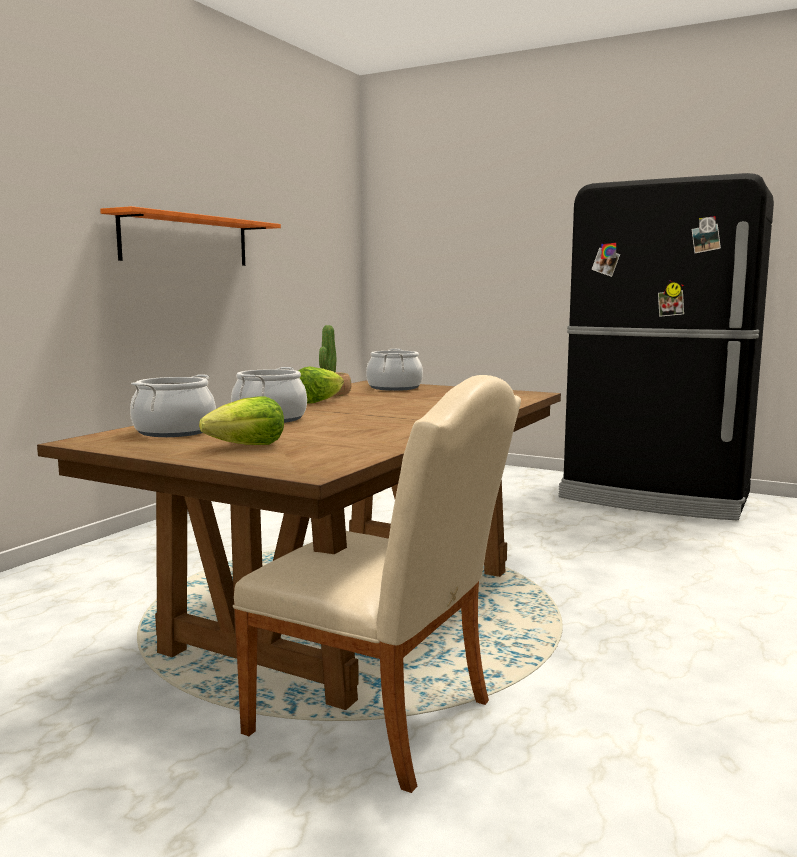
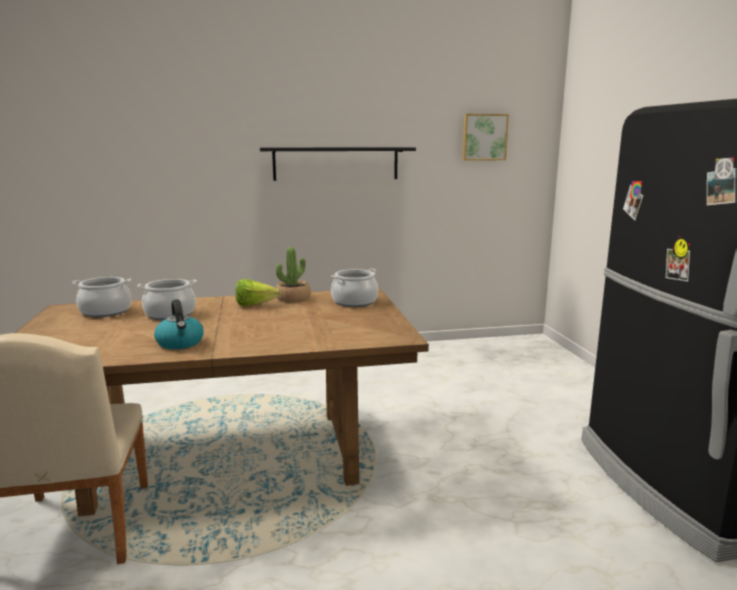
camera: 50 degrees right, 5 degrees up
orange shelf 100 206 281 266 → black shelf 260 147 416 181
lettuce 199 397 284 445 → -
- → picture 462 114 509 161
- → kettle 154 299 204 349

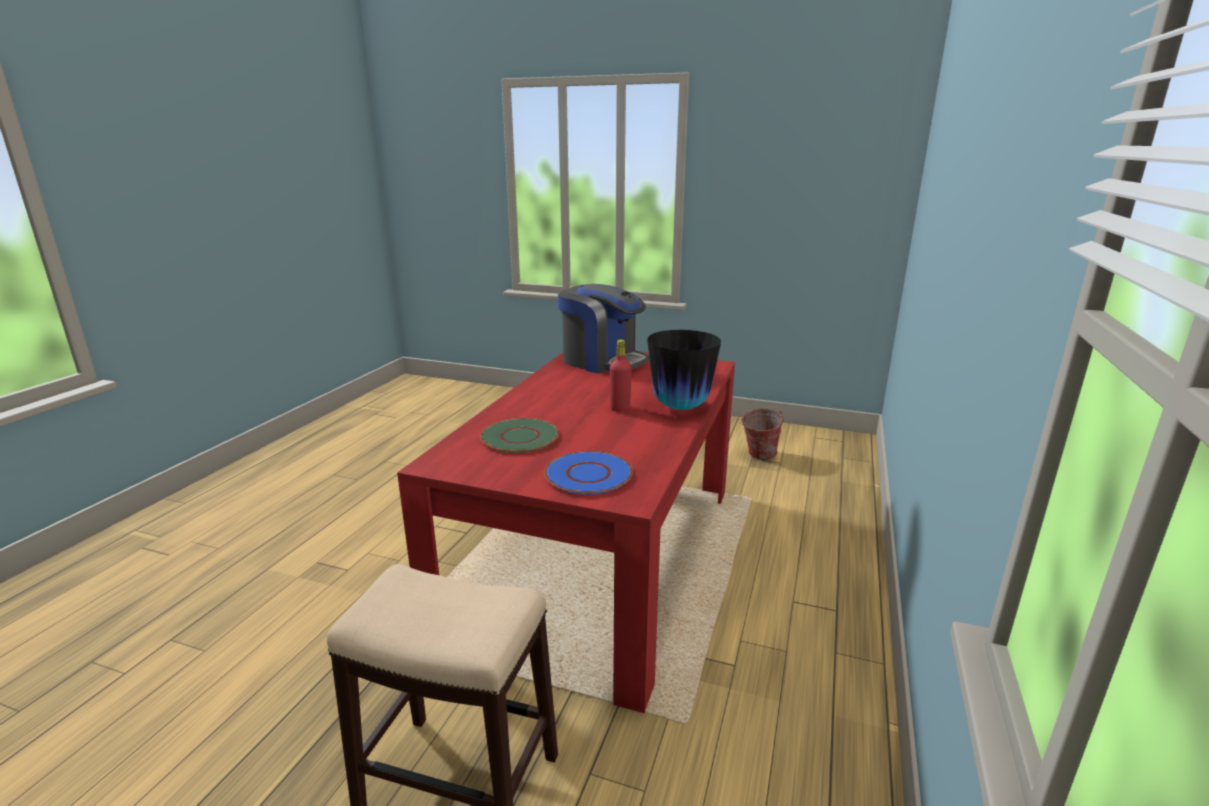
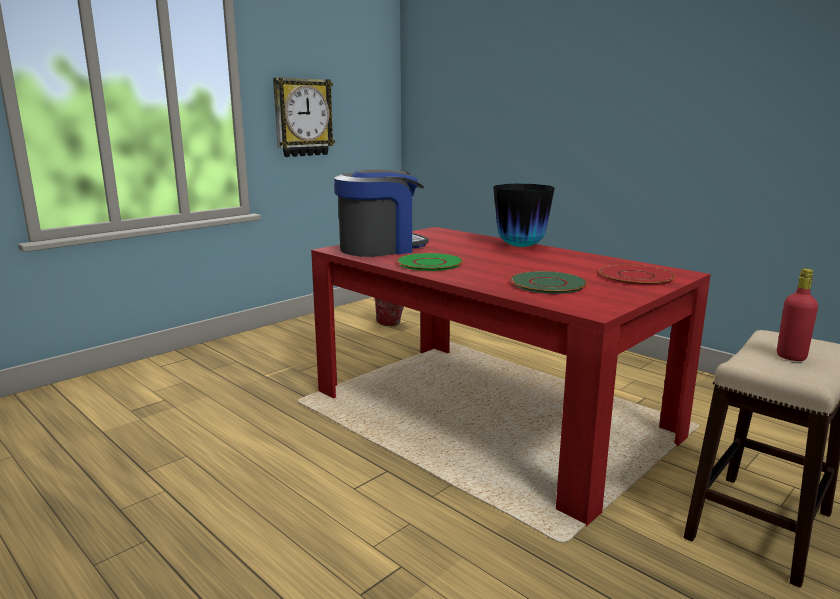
camera: 65 degrees left, 5 degrees down
red bottle 610 340 632 412 → red bottle 777 268 818 361, shifted
blue plate 544 451 633 495 → red plate 599 264 675 285
- → wall clock 273 77 335 157
- → green plate 396 253 463 271

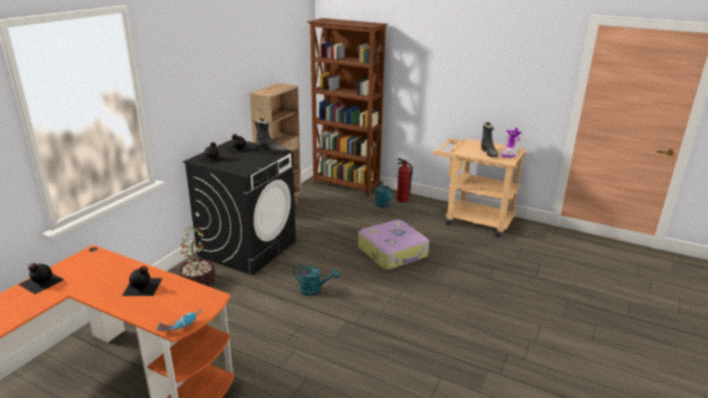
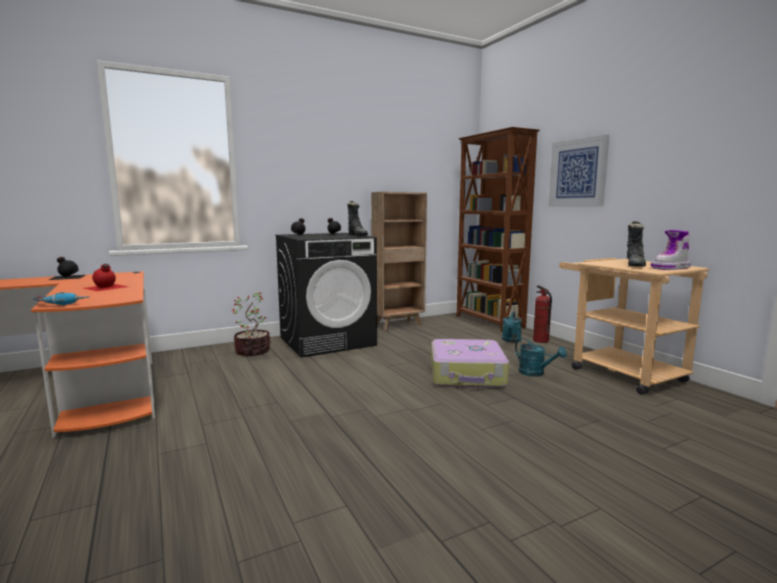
camera: 35 degrees right, 15 degrees down
turquoise watering can 293 264 339 296 → turquoise watering can 515 338 567 377, shifted
black bottle 122 266 162 296 → red bottle 83 264 129 291
- → picture 548 135 610 207

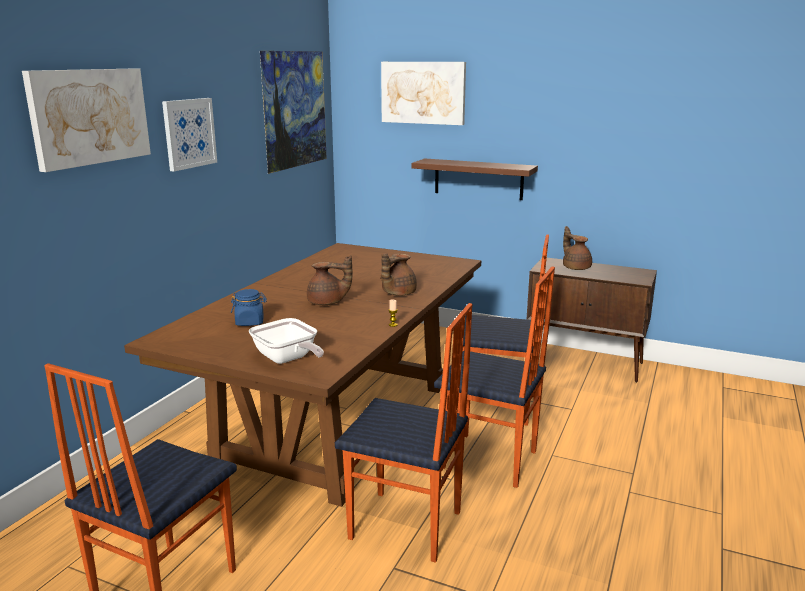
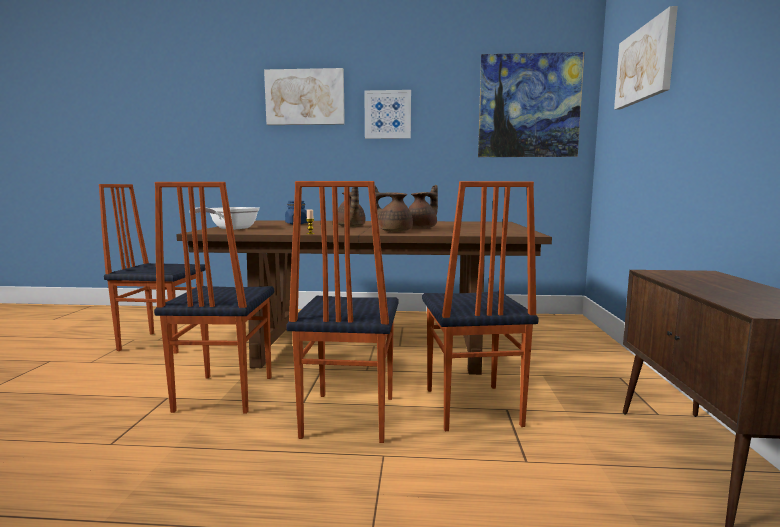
camera: 70 degrees right, 10 degrees down
shelf 412 158 538 200 → -
brown teapot 563 226 592 270 → brown teapot 409 185 438 228, shifted

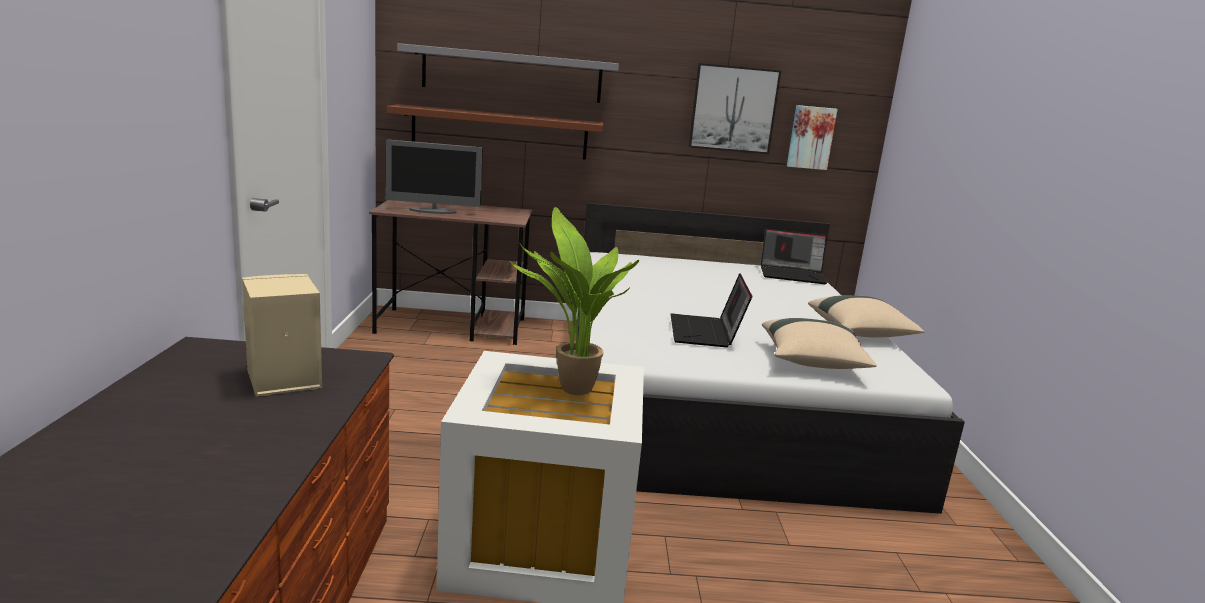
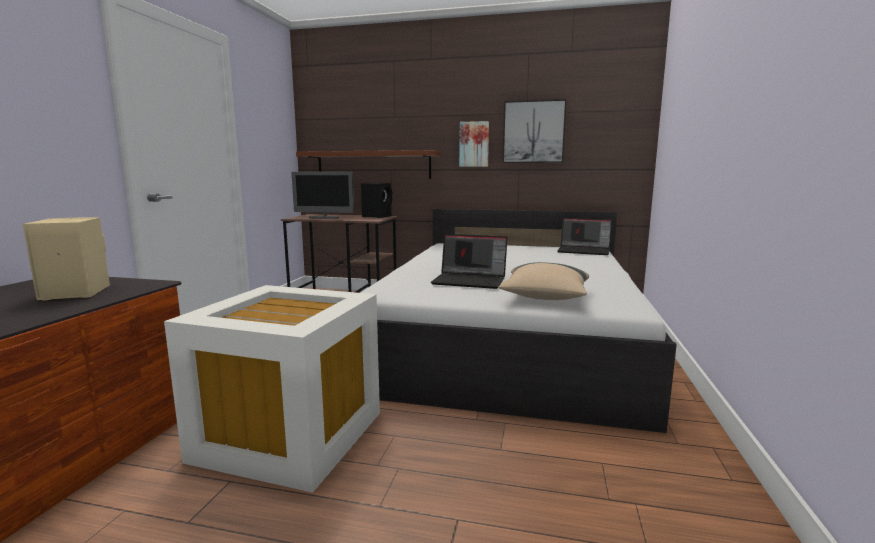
camera: 15 degrees right, 5 degrees down
grey shelf 397 43 619 103 → -
picture 787 105 838 170 → picture 459 121 489 167, shifted
potted plant 509 207 639 395 → -
laptop 671 273 752 347 → laptop 431 234 507 289, 90 degrees counterclockwise
beige pillow 808 295 925 337 → -
- → black speaker 361 183 393 218

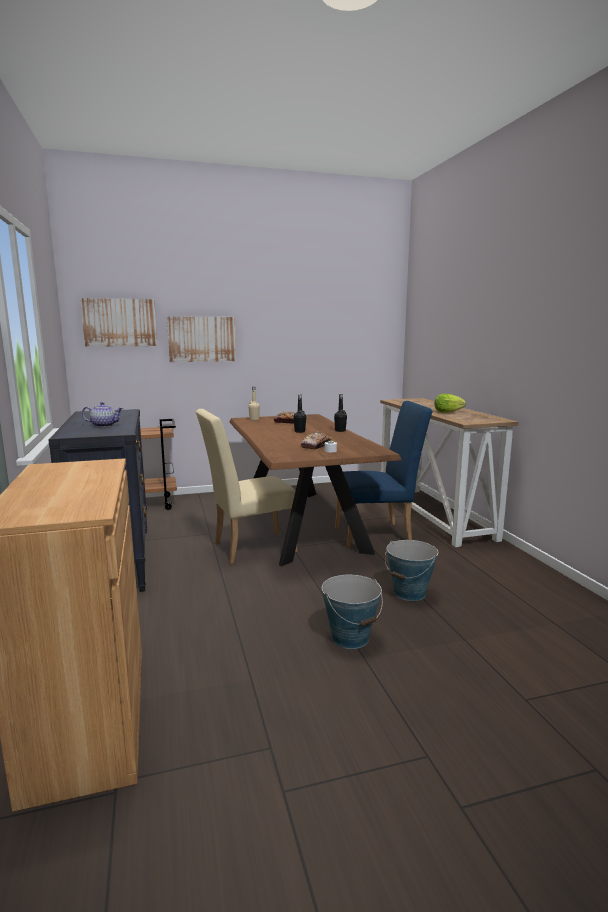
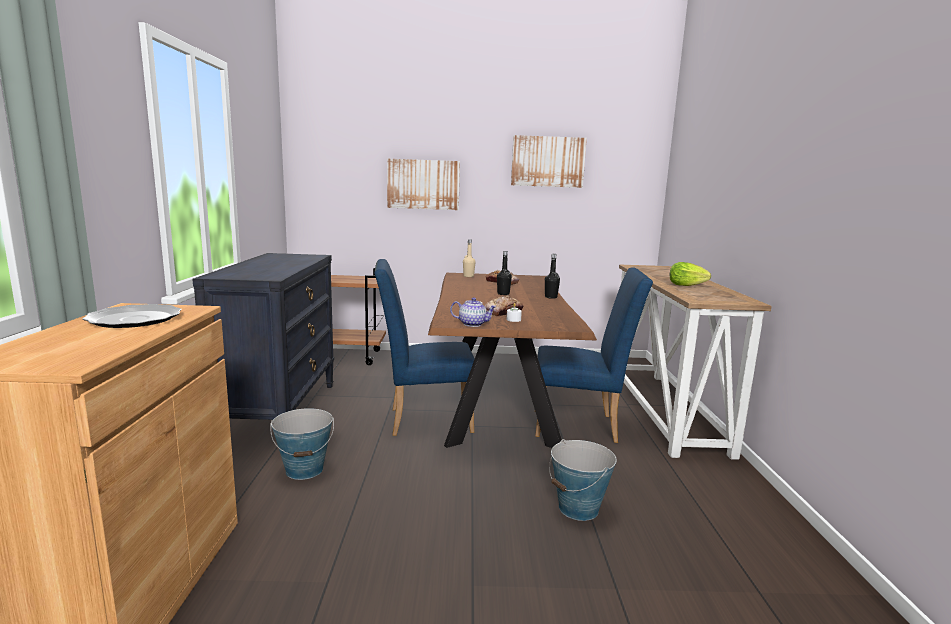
camera: 15 degrees right, 0 degrees up
picture 80 298 157 347 → picture 511 135 587 188, shifted
teapot 82 402 123 427 → teapot 450 297 497 327, shifted
beige chair 196 409 297 564 → blue chair 374 259 474 436
bucket 322 575 383 649 → bucket 270 408 334 480, shifted
- → plate 82 304 182 328

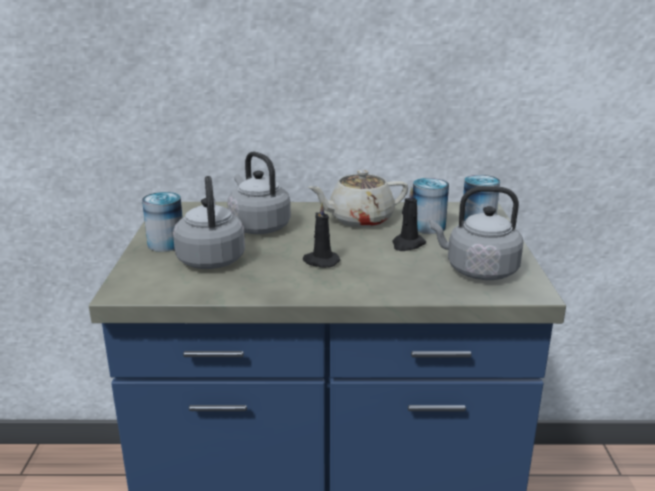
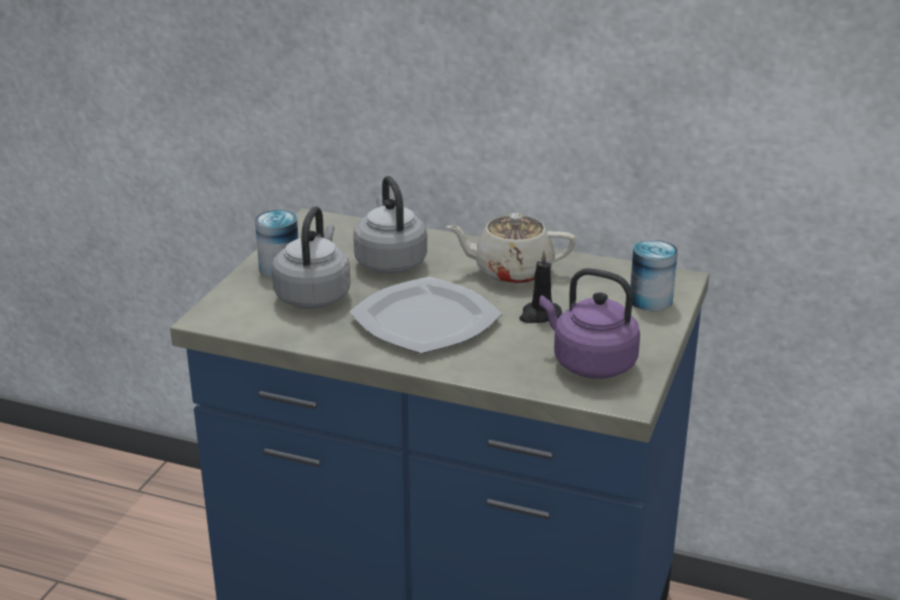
camera: 20 degrees right, 5 degrees up
can 413 178 449 234 → -
grey kettle 429 186 524 280 → purple kettle 539 268 640 379
black candle 303 202 340 268 → plate 349 277 502 354

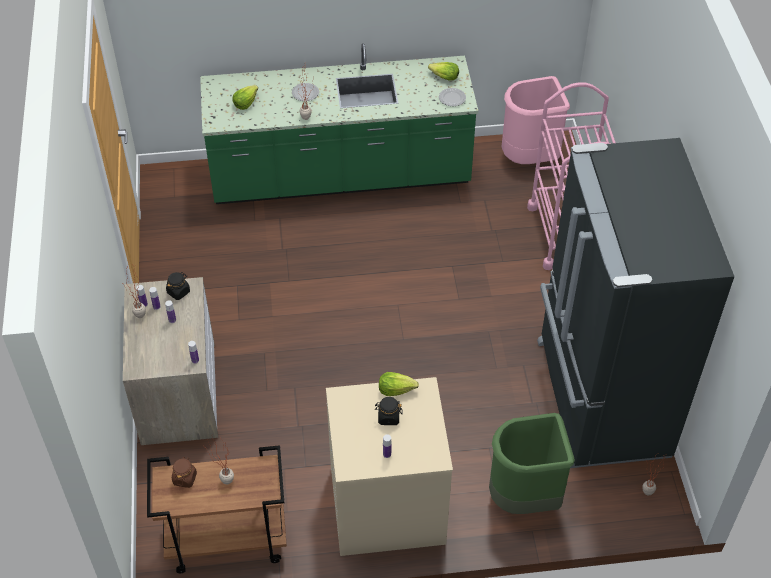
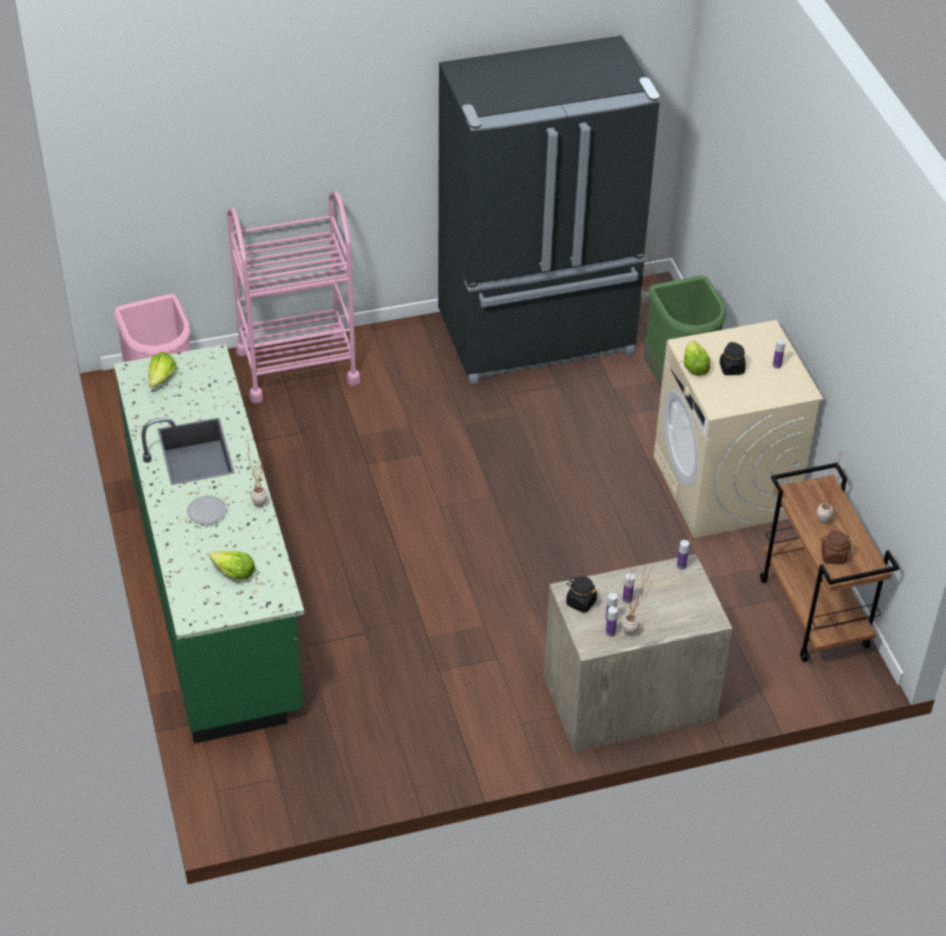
camera: 100 degrees left, 5 degrees down
plate 439 88 466 106 → -

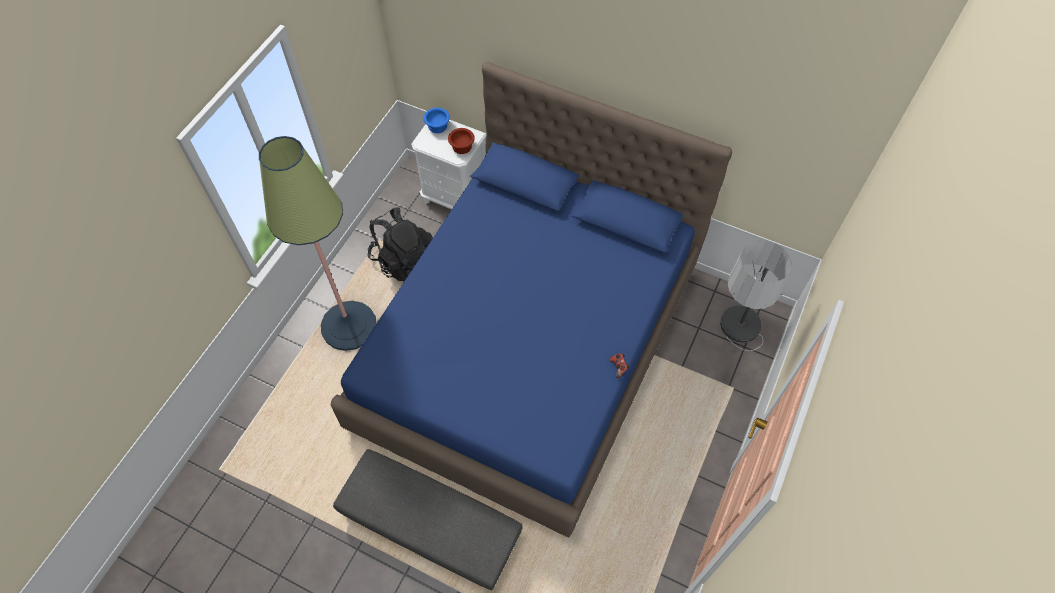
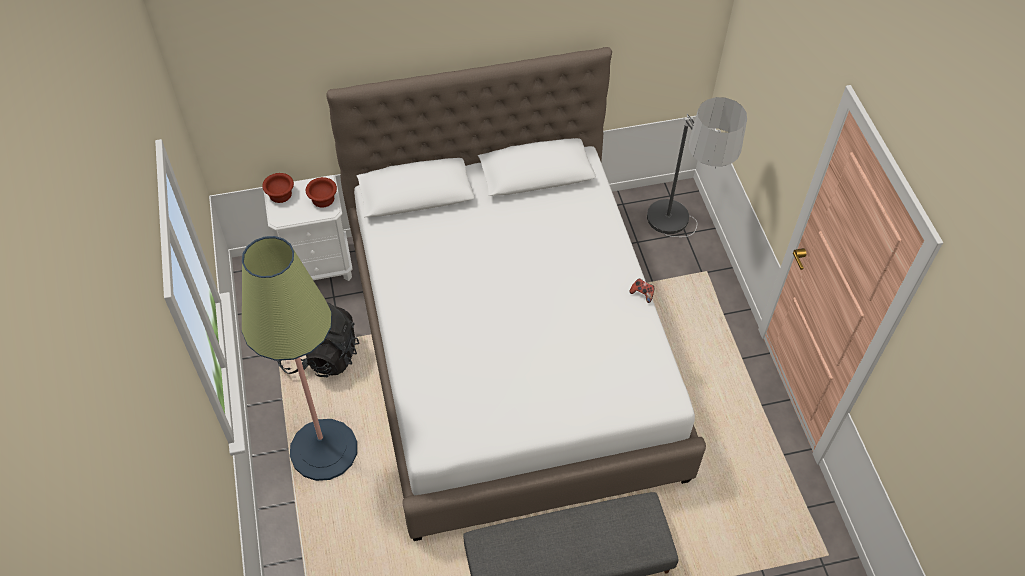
camera: 40 degrees left, 5 degrees down
blue bed 331 62 732 537 → white bed 326 47 706 541
blue bowl 424 108 450 133 → brown bowl 262 173 294 203

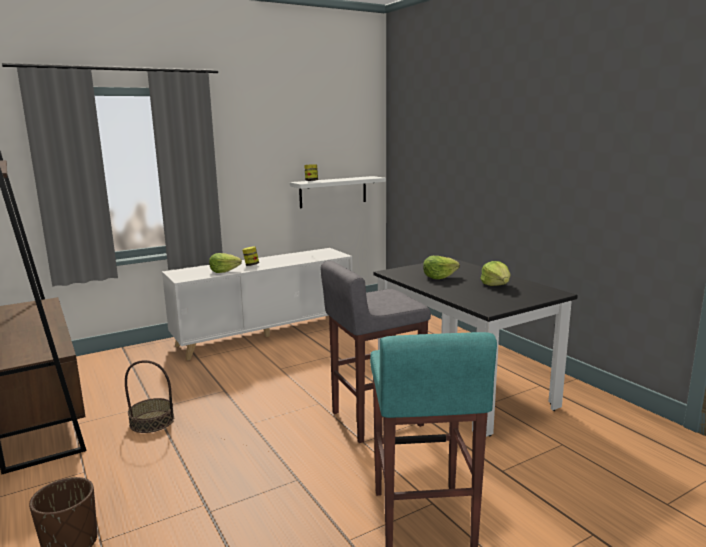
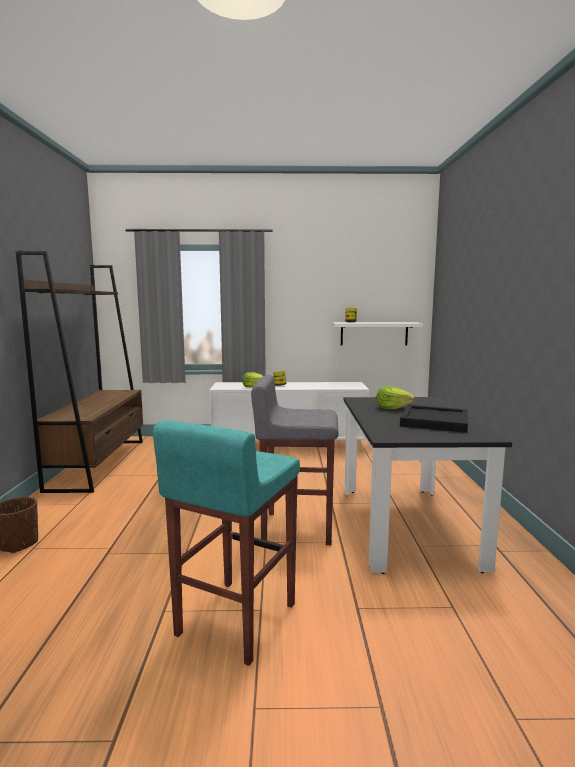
camera: 30 degrees right, 5 degrees down
lettuce 480 261 511 286 → black tray 400 405 468 433
basket 125 360 174 433 → -

